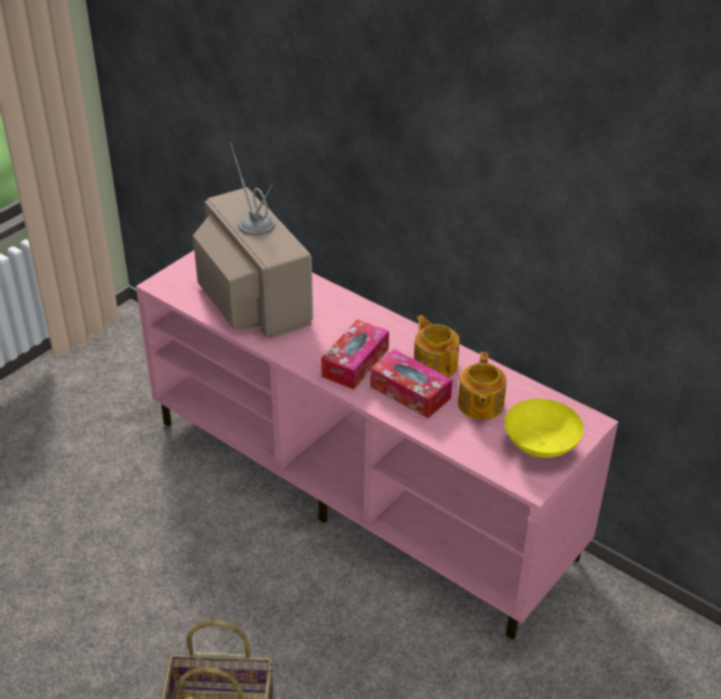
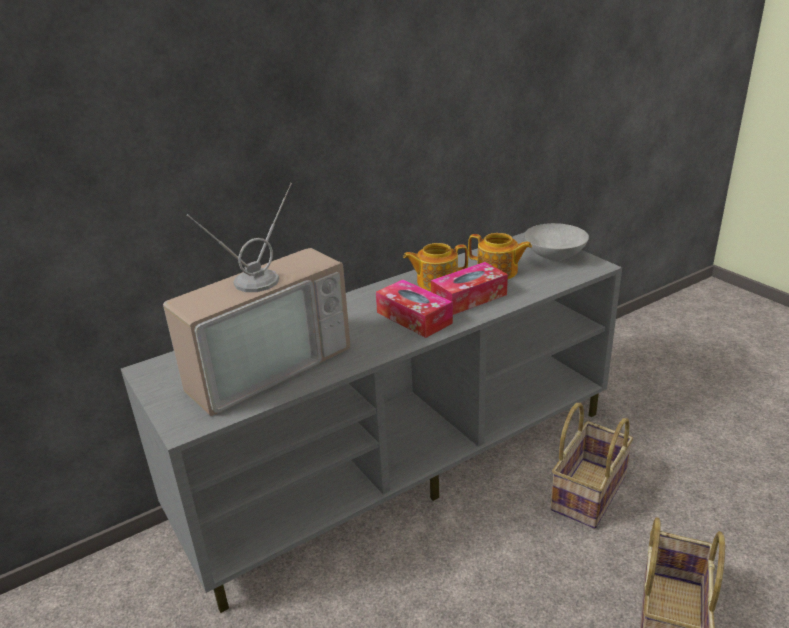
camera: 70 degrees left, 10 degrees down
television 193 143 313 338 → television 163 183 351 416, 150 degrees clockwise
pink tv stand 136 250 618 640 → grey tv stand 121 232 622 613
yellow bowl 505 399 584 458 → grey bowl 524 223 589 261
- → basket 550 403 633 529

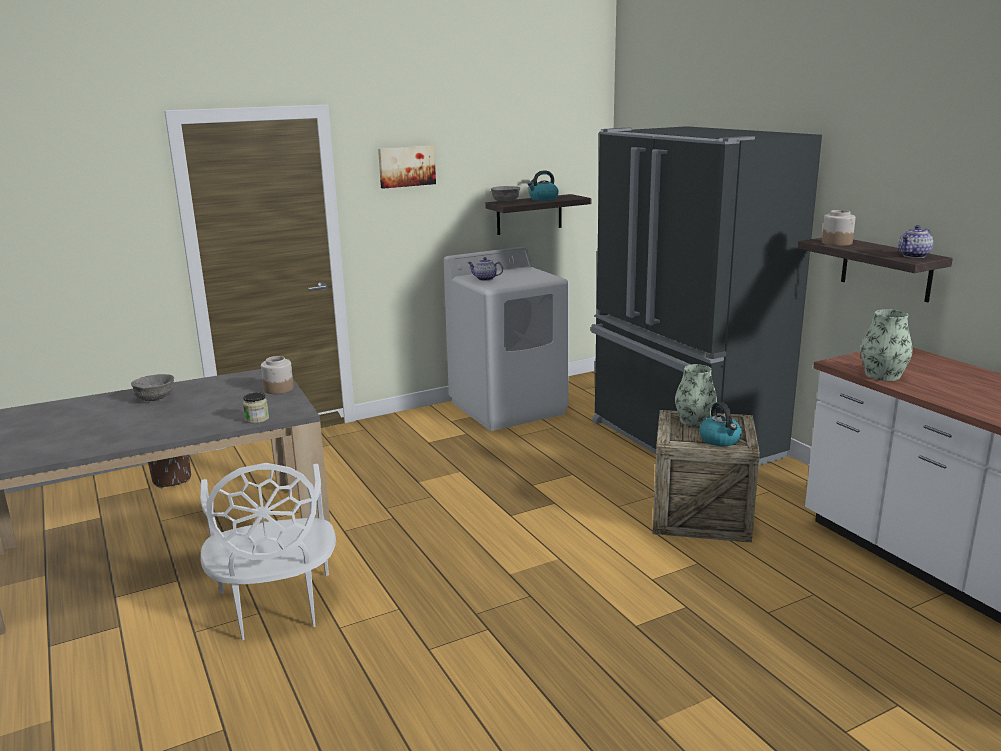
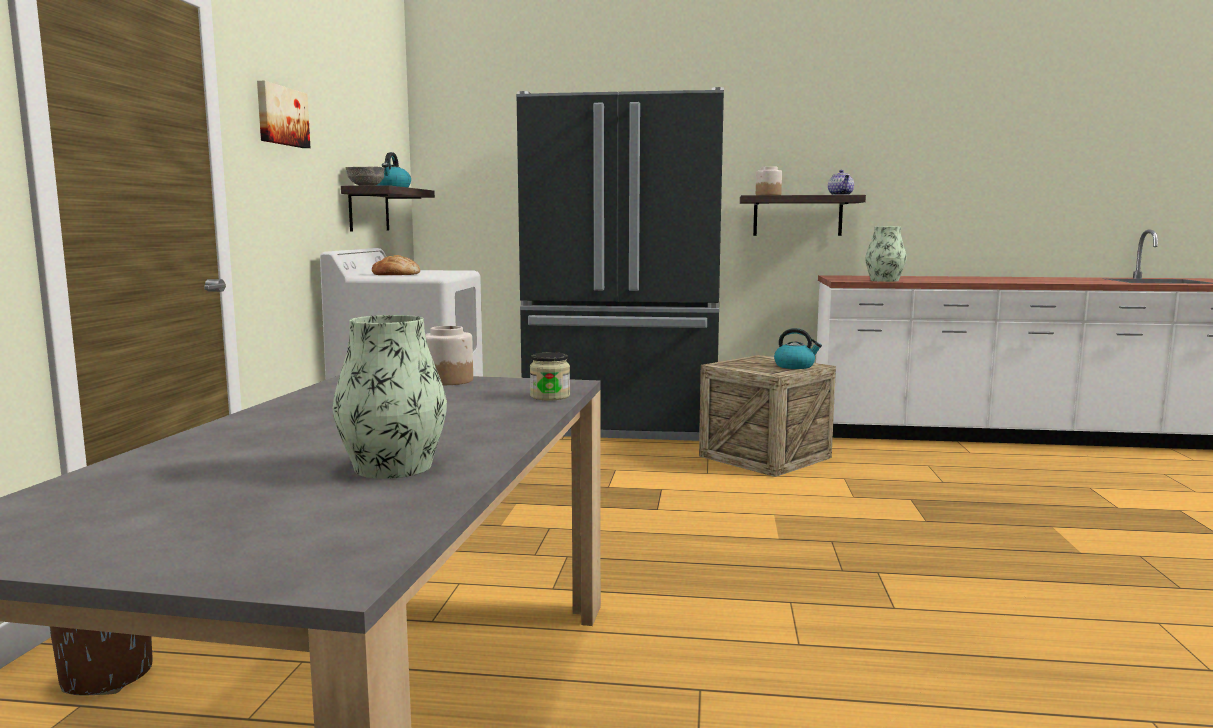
camera: 55 degrees left, 10 degrees down
teapot 468 257 503 281 → bread 372 255 420 275
vase 675 364 717 427 → vase 333 315 447 479, shifted
grey bowl 131 374 174 401 → -
white chair 200 463 336 641 → -

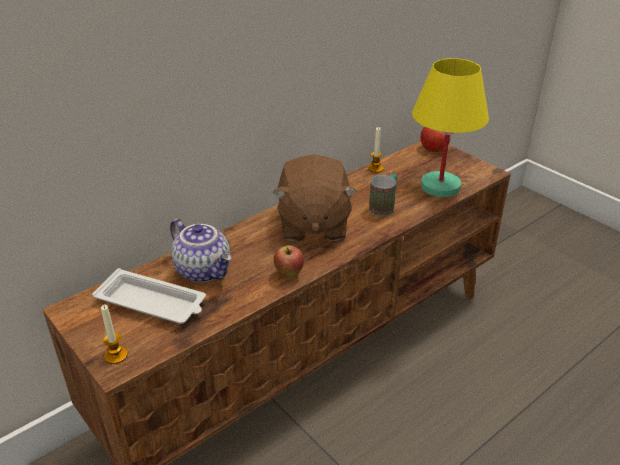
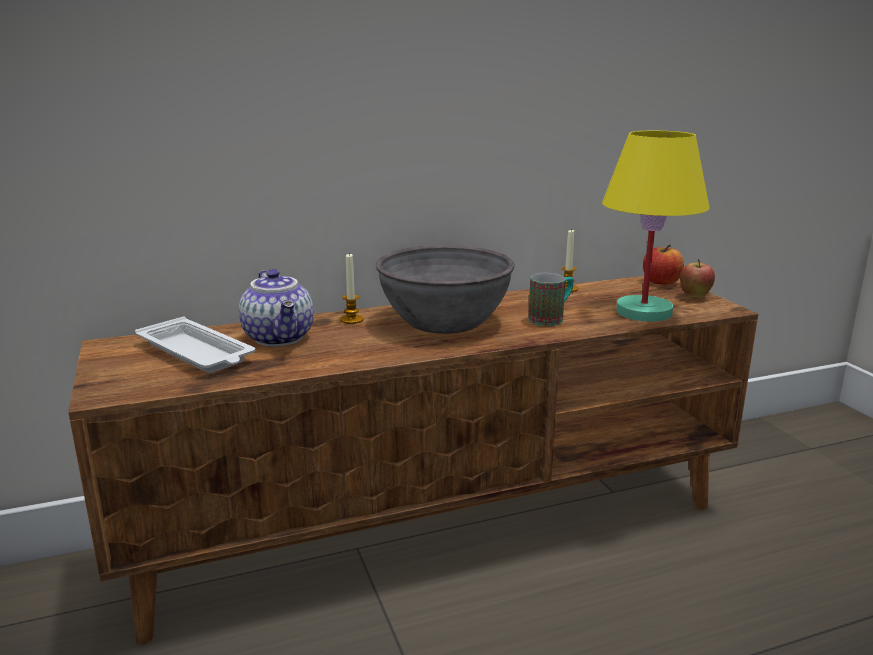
camera: 20 degrees right, 15 degrees down
brown plush toy 273 154 357 241 → grey bowl 376 245 515 334
apple 274 245 304 278 → apple 680 259 715 298, shifted
candle 101 305 128 364 → candle 340 254 364 324, shifted

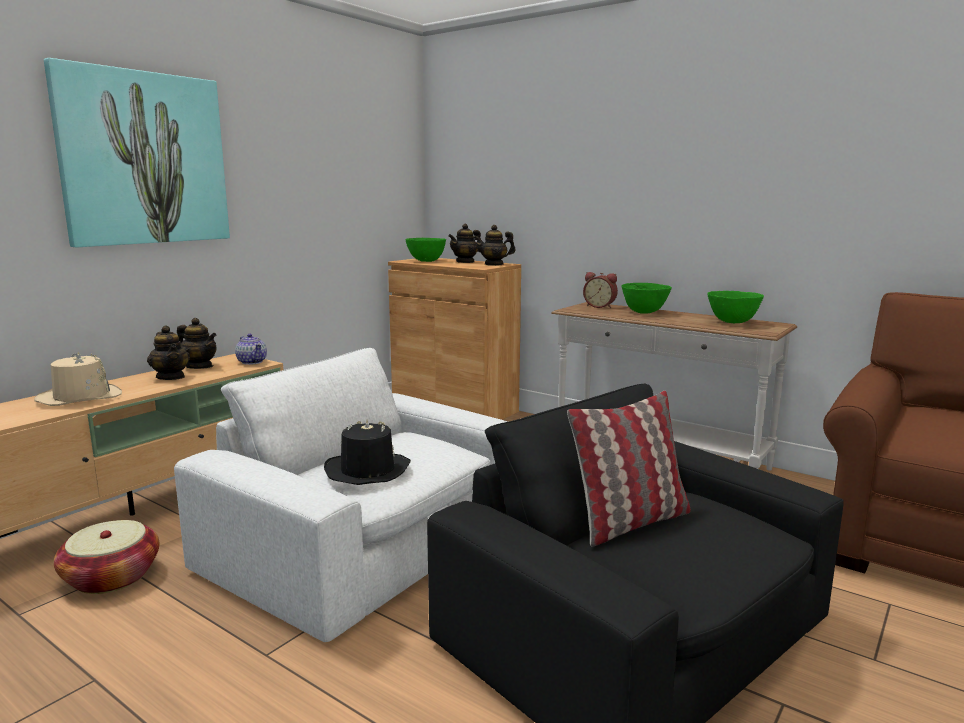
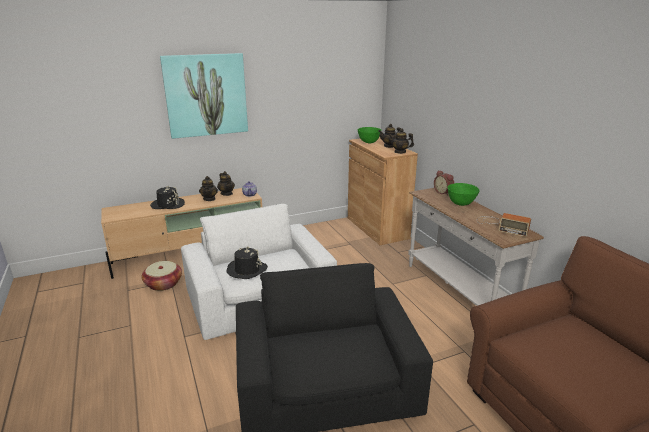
camera: 30 degrees right, 10 degrees up
green bowl 707 291 764 323 → radio 477 213 531 237
beige hat 34 352 122 406 → black hat 150 186 185 209
pillow 567 391 691 547 → -

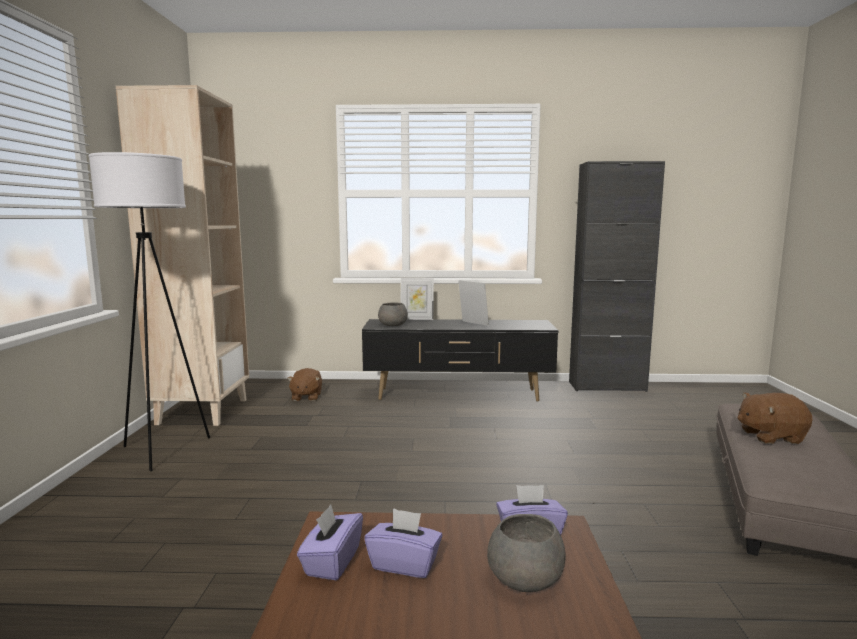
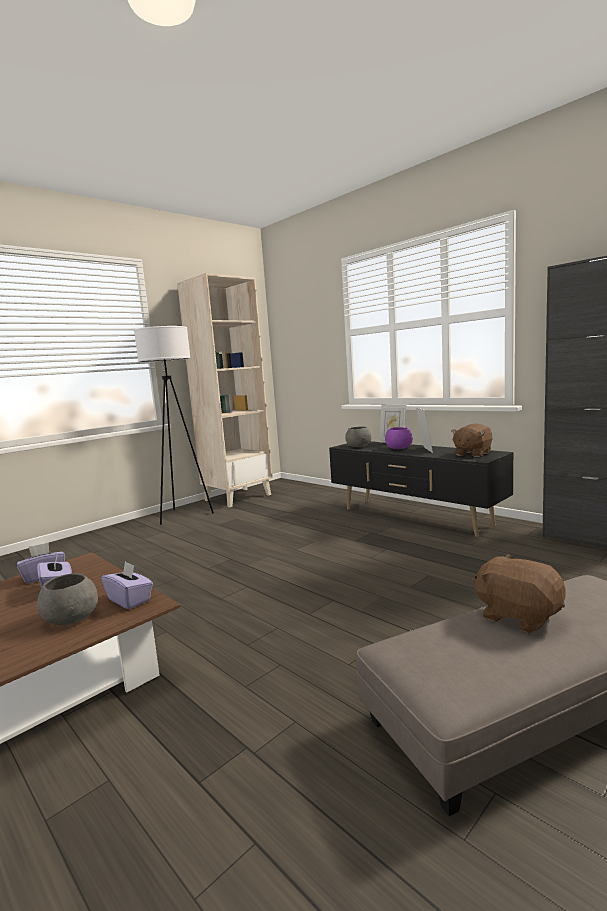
camera: 45 degrees right, 0 degrees up
brown plush toy 287 368 322 401 → brown plush toy 451 423 493 457, shifted
- → purple bowl 385 427 413 449

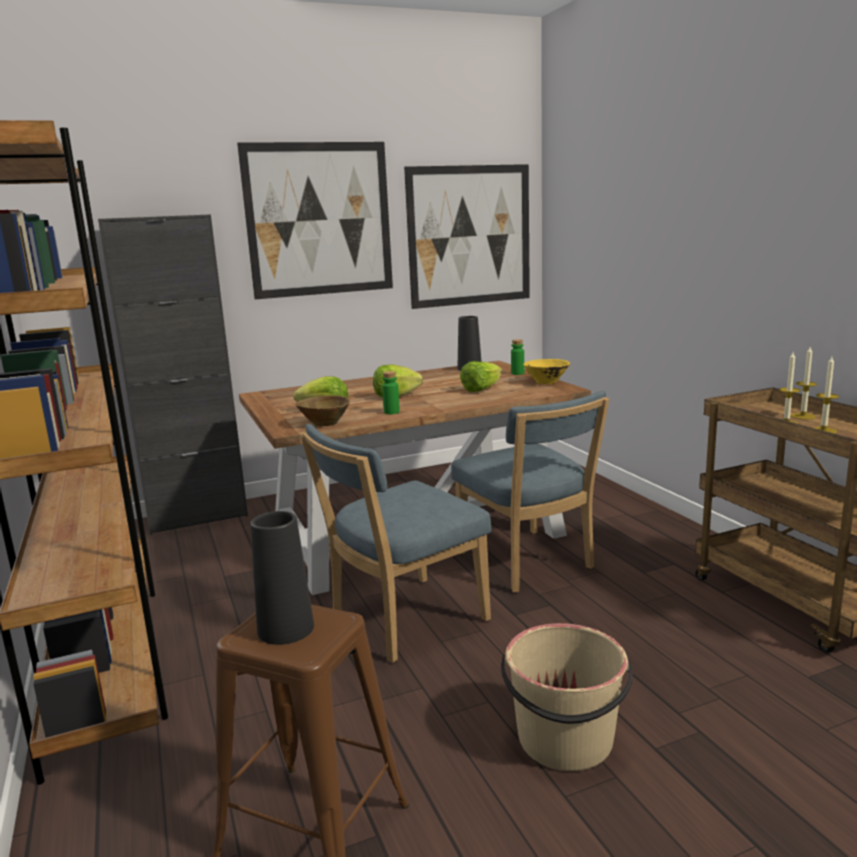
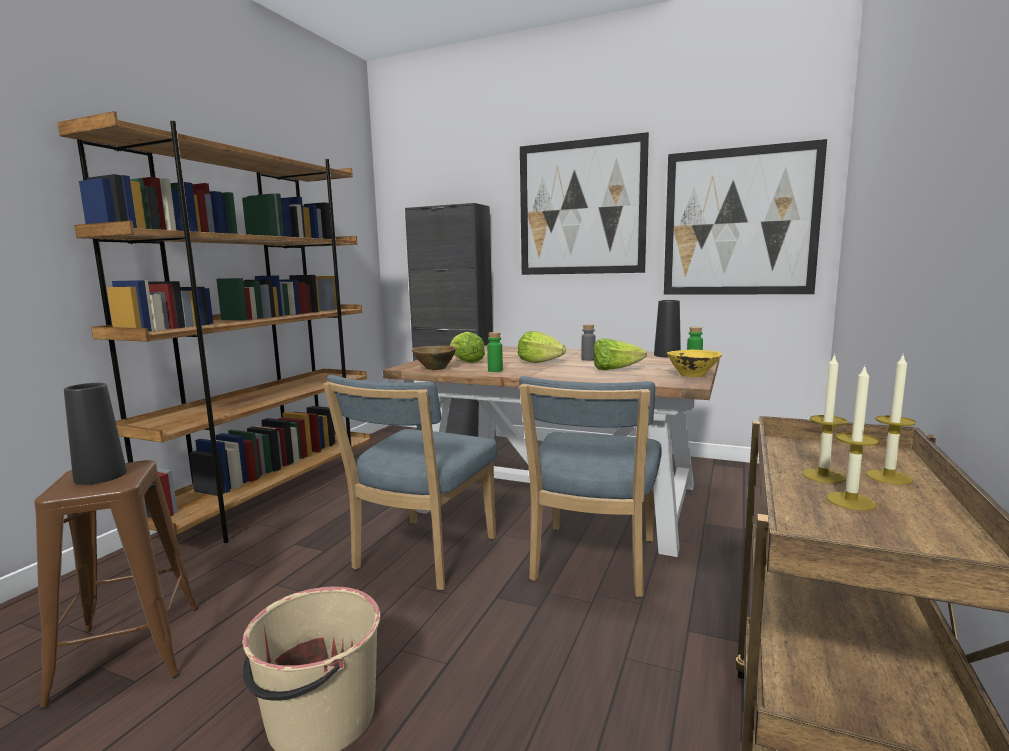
camera: 45 degrees right, 5 degrees down
blue chair 300 424 492 663 → blue chair 323 375 497 590, 75 degrees counterclockwise
- → grey bottle 582 324 595 361

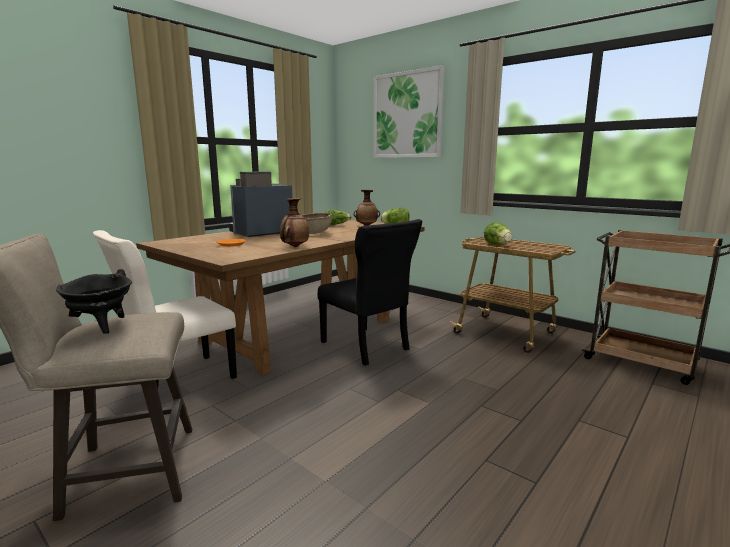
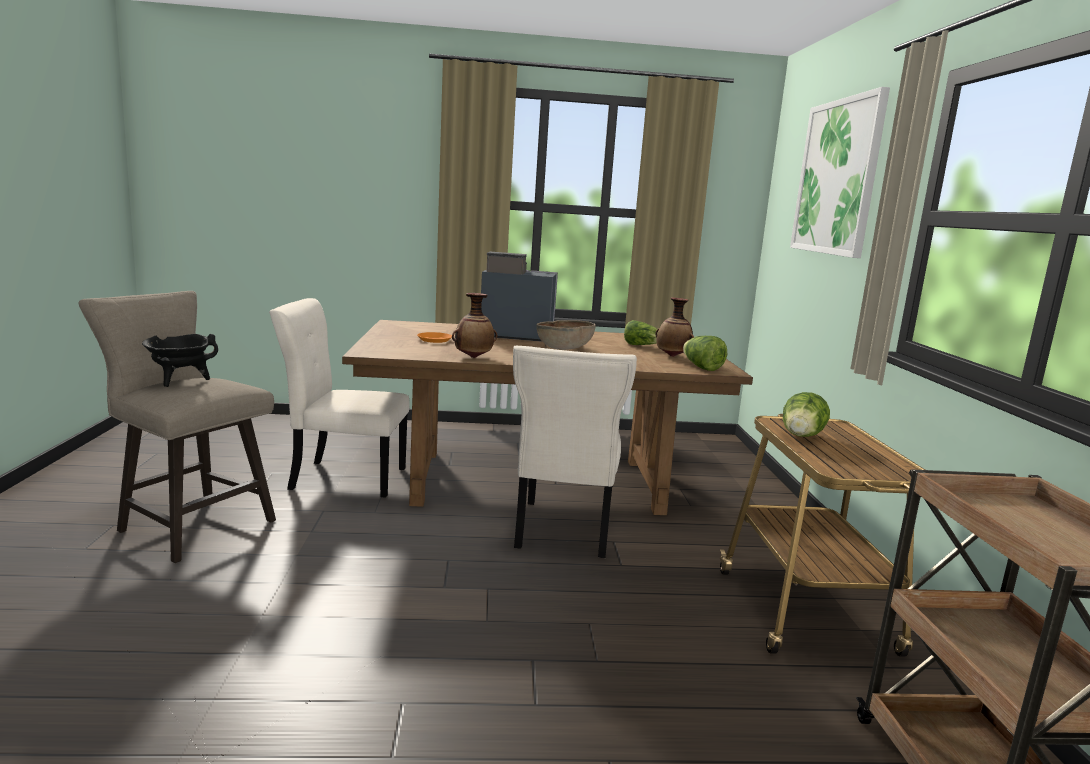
camera: 45 degrees right, 0 degrees up
black chair 318 219 422 366 → beige chair 513 346 637 558

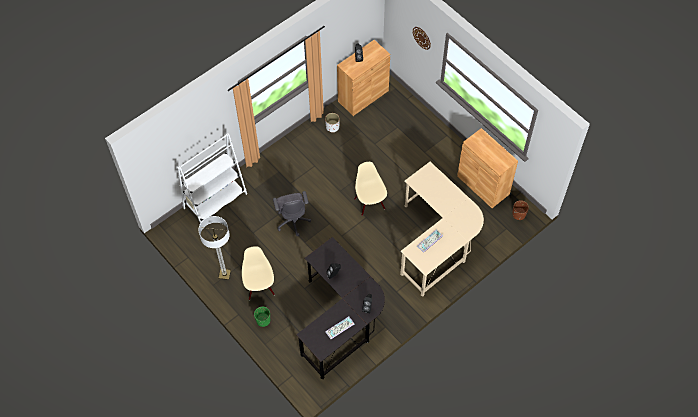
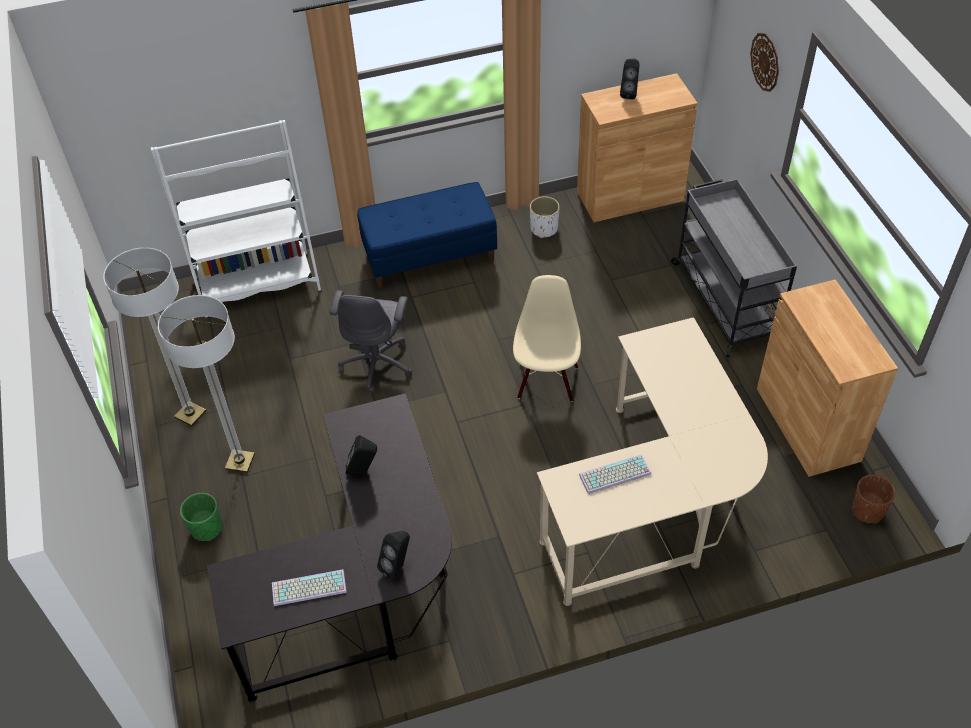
camera: 25 degrees right, 10 degrees down
beige chair 242 246 275 300 → floor lamp 158 295 255 473
- → grey cart 671 179 797 358
- → blue bench 357 182 497 288

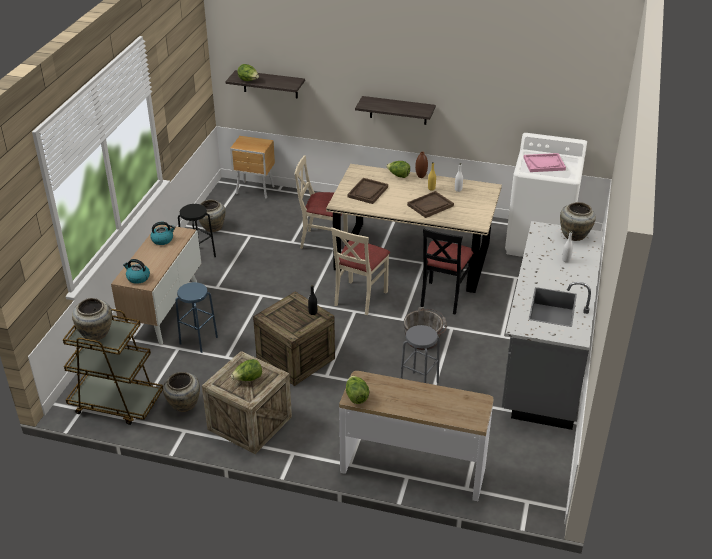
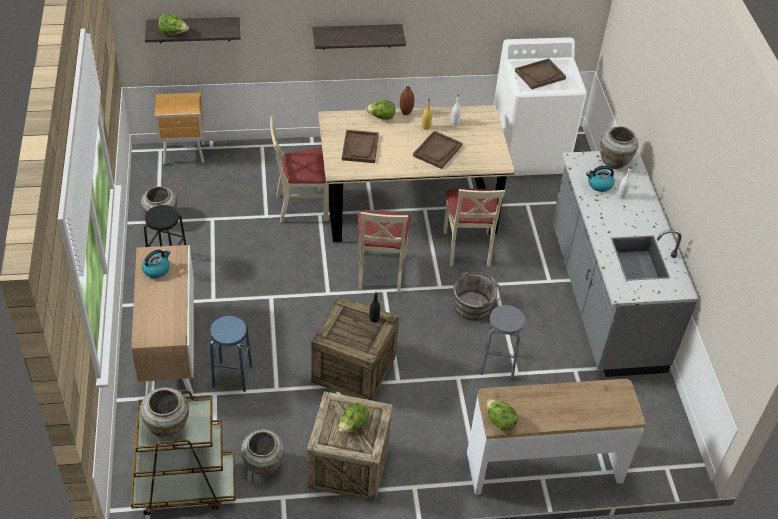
camera: 25 degrees left, 10 degrees up
pink tray 523 153 566 172 → brown tray 515 58 566 89
black chair 420 228 473 315 → beige chair 443 188 505 266
kettle 123 259 150 284 → kettle 586 166 614 192, shifted

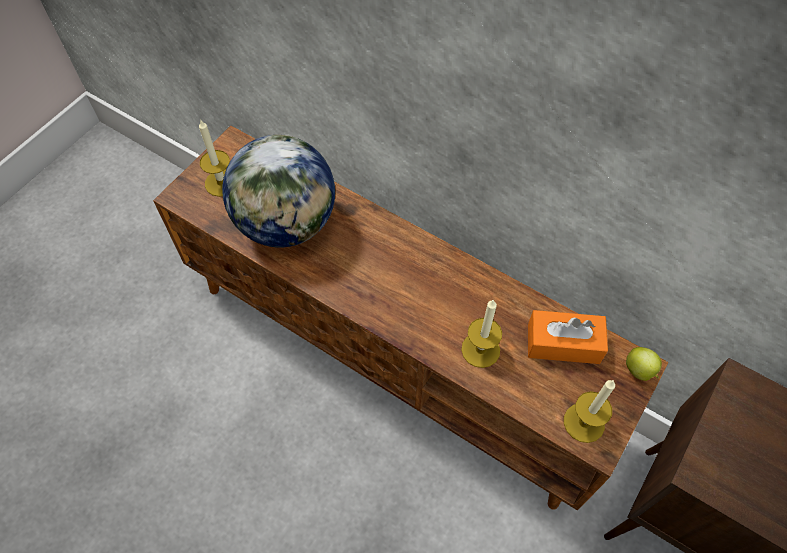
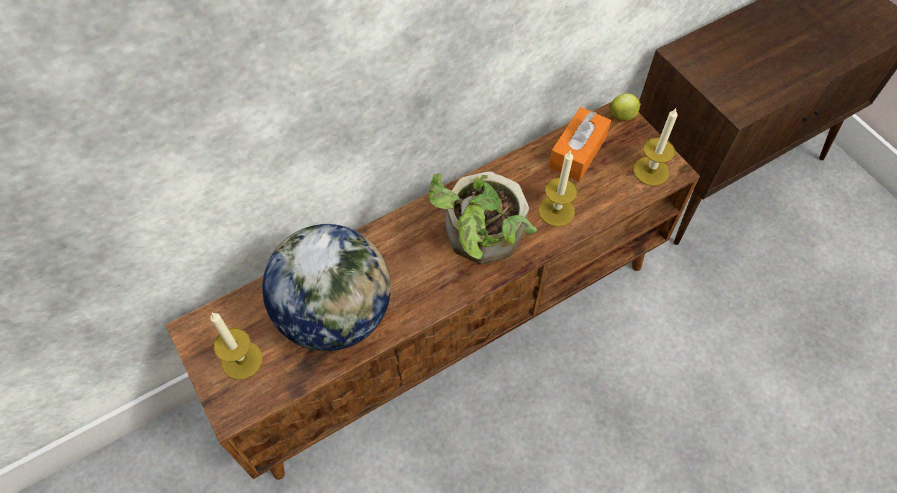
camera: 65 degrees left, 0 degrees up
- → potted plant 429 171 537 265

